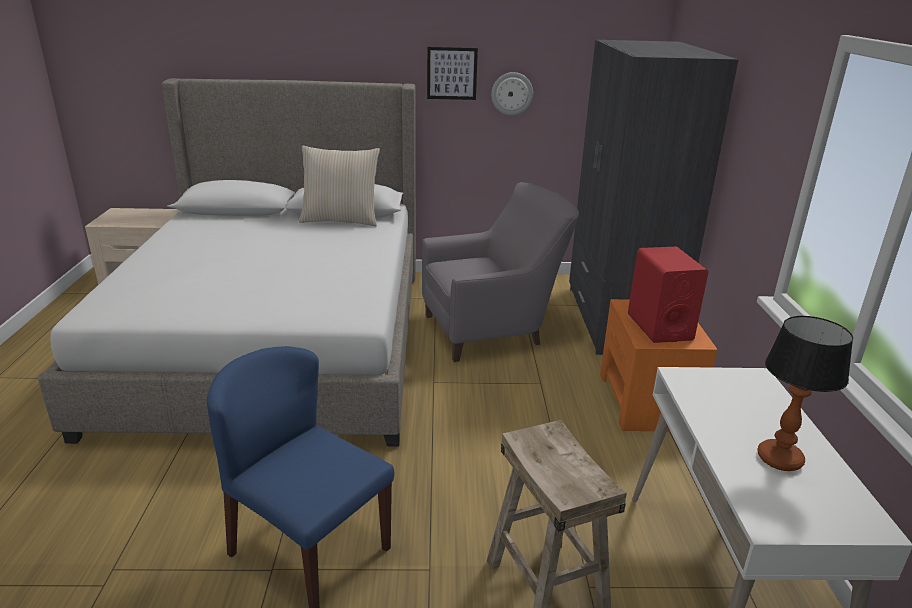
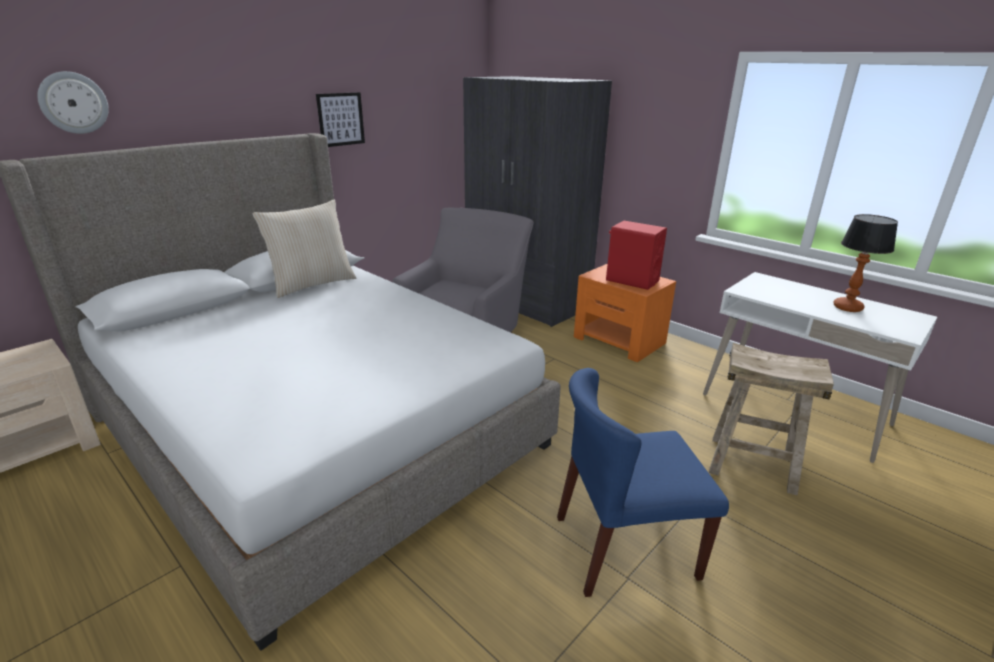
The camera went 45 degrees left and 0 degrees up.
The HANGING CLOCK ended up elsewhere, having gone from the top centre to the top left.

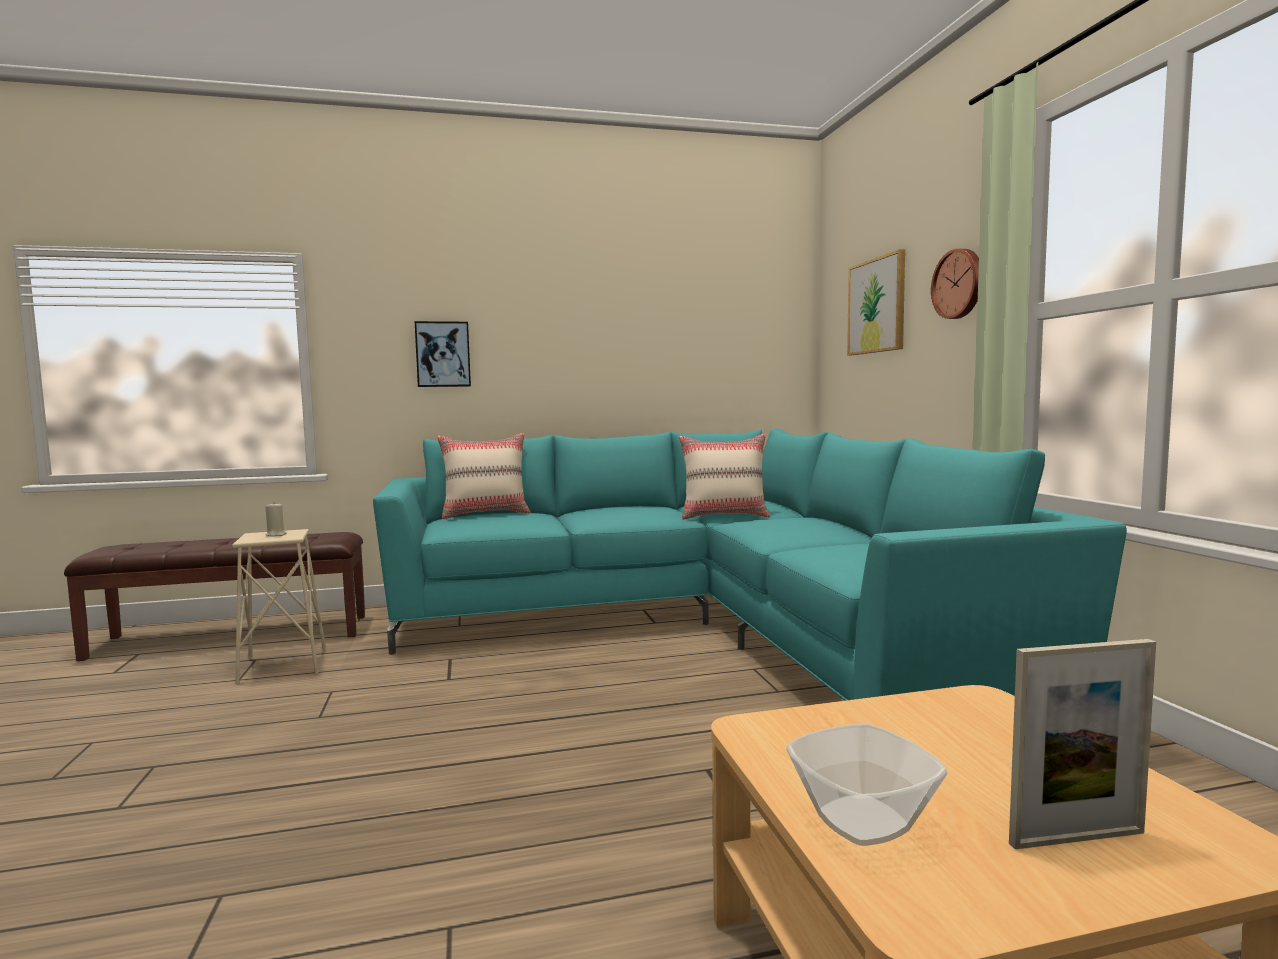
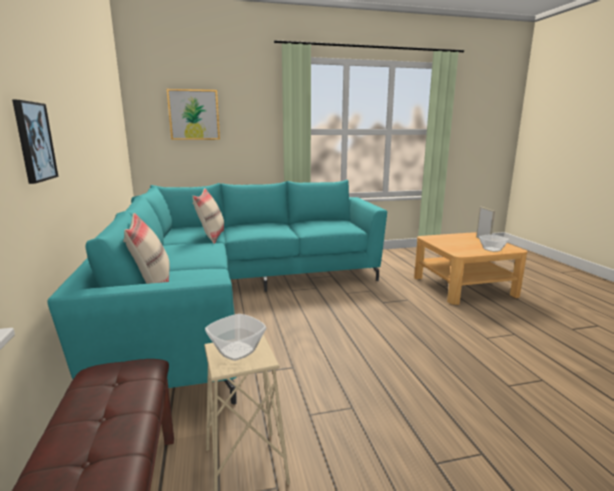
The camera went 90 degrees left and 10 degrees up.
Where the BEIGE-COLOURED WAX LIGHT stood at the middle left, the BOWL (no. 1 from left) came to stand at the bottom centre.
The second view lost the HANGING CLOCK at the top right.

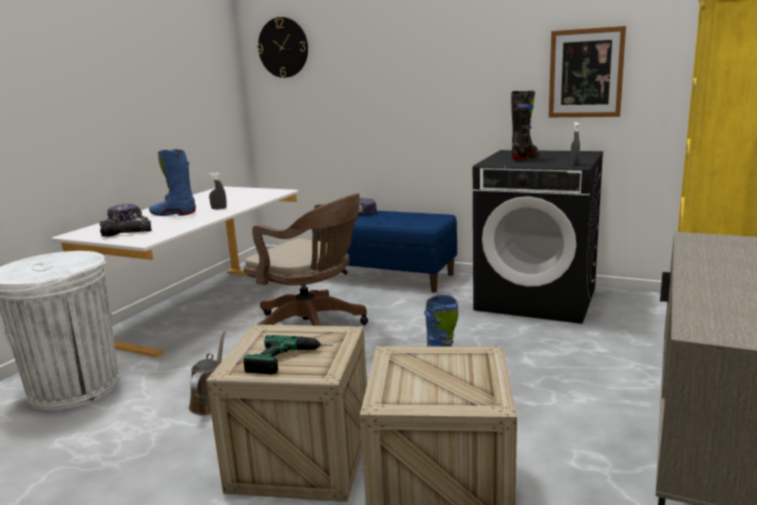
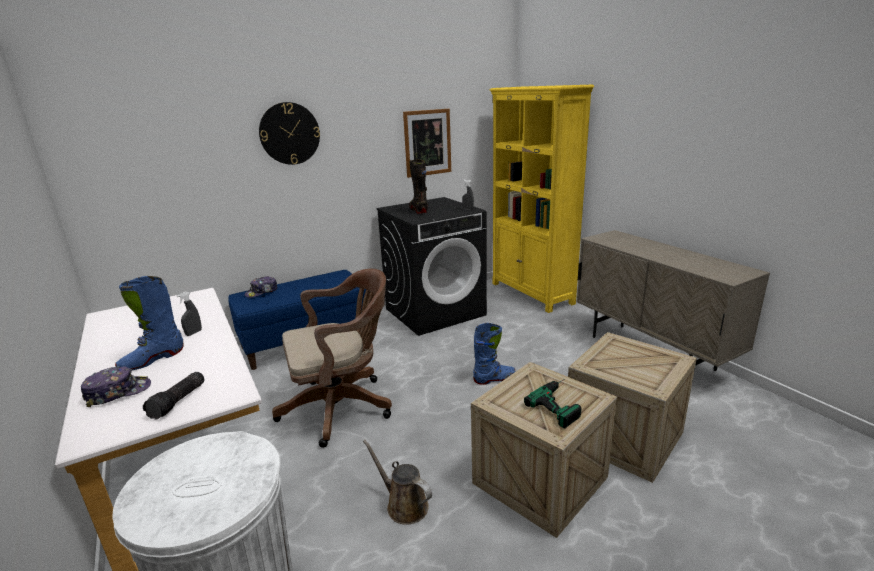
The camera went 55 degrees left and 5 degrees up.
The HANGING CLOCK ended up elsewhere, having gone from the top centre to the top left.

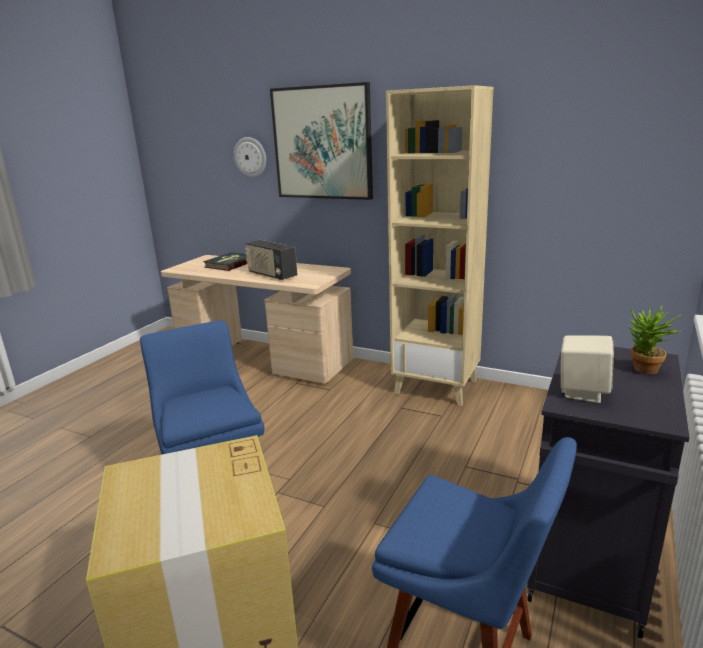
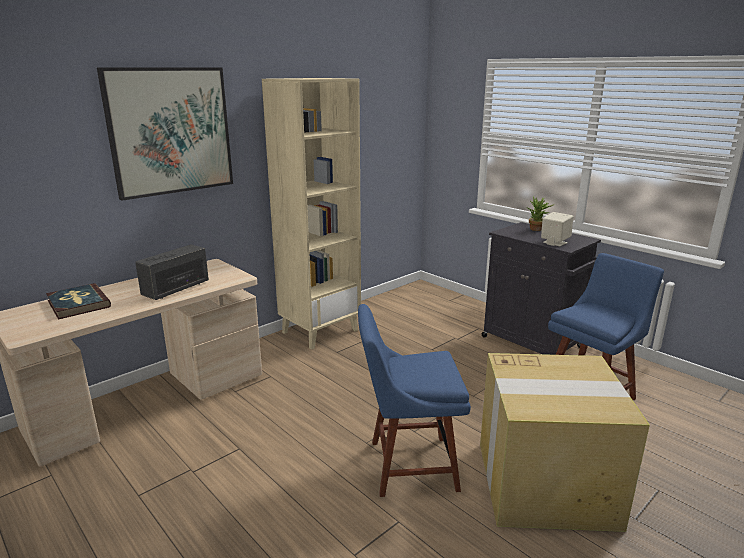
The camera went 70 degrees left and 0 degrees up.
The second view lost the HANGING CLOCK at the top centre.
The RADIO at the centre ended up facing another way, 150 degrees clockwise from before.

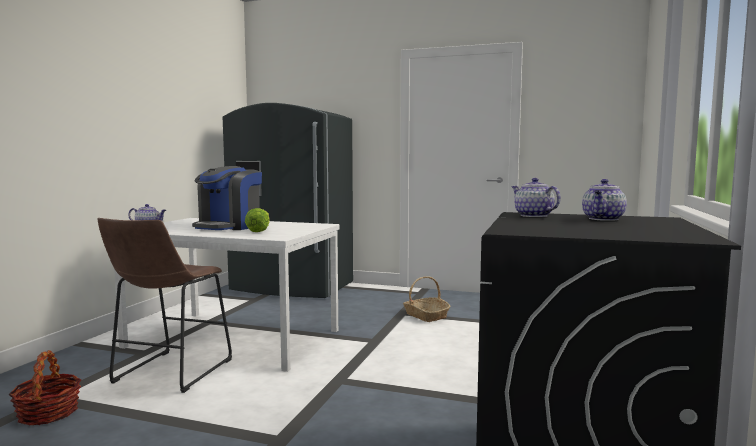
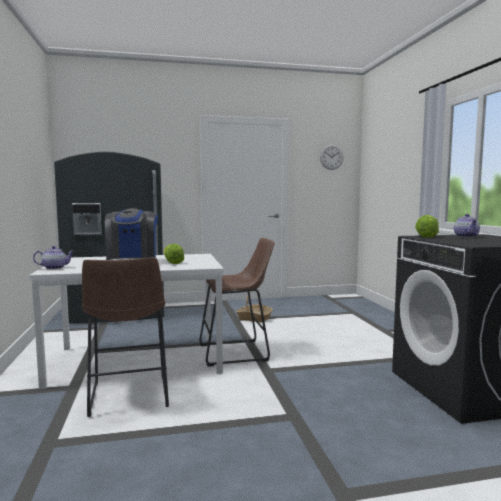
The camera went 30 degrees left and 0 degrees up.
The second view lost the STORAGE BASKET (no. 1 from left) at the bottom left.
Where the TEAPOT (no. 2 from left) stood at the middle right, the HEAD OF LETTUCE (no. 2 from left) came to stand at the middle right.
The second view gained the BROWNISH STOOL (no. 2 from left) at the centre.
The second view gained the HANGING CLOCK at the top centre.

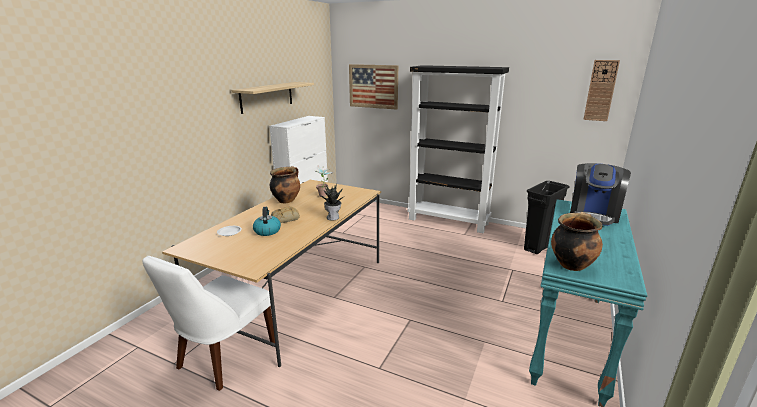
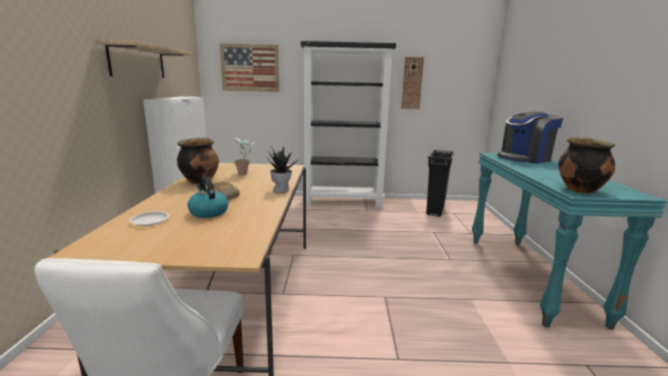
The camera went 25 degrees left and 5 degrees down.
The COFFEE BREWER at the middle right ended up facing another way, 60 degrees clockwise from before.
The HANGING CLOCK ended up elsewhere, having gone from the top right to the top centre.

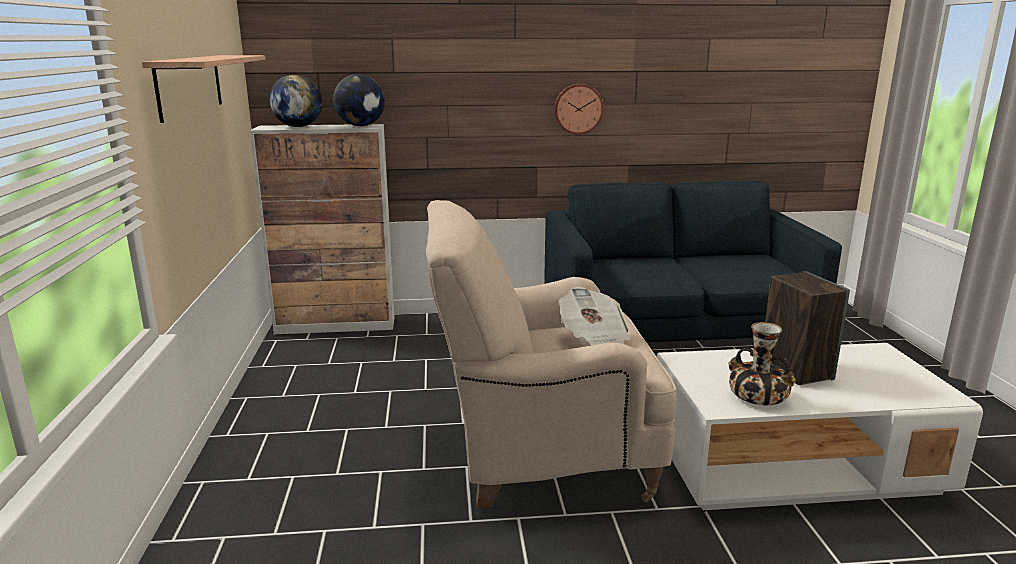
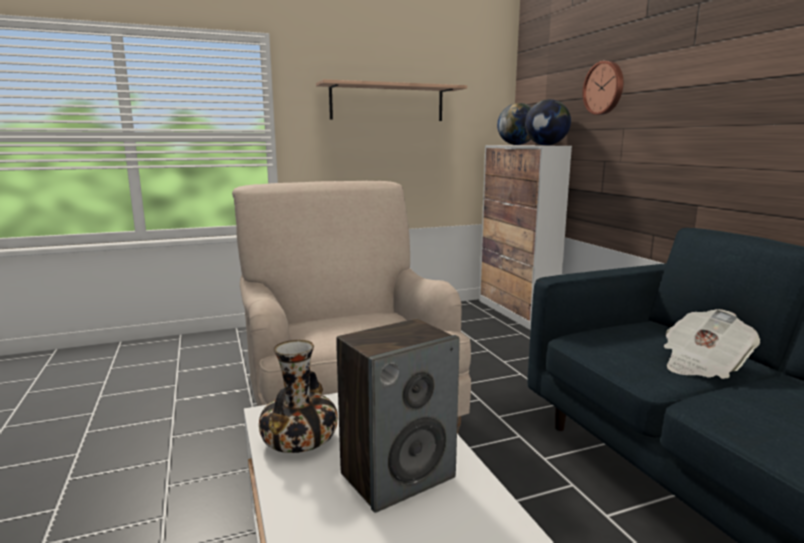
The camera went 75 degrees right and 5 degrees down.
The HANGING CLOCK ended up elsewhere, having gone from the top centre to the top right.
The NEWSPAPER ended up elsewhere, having gone from the centre to the middle right.

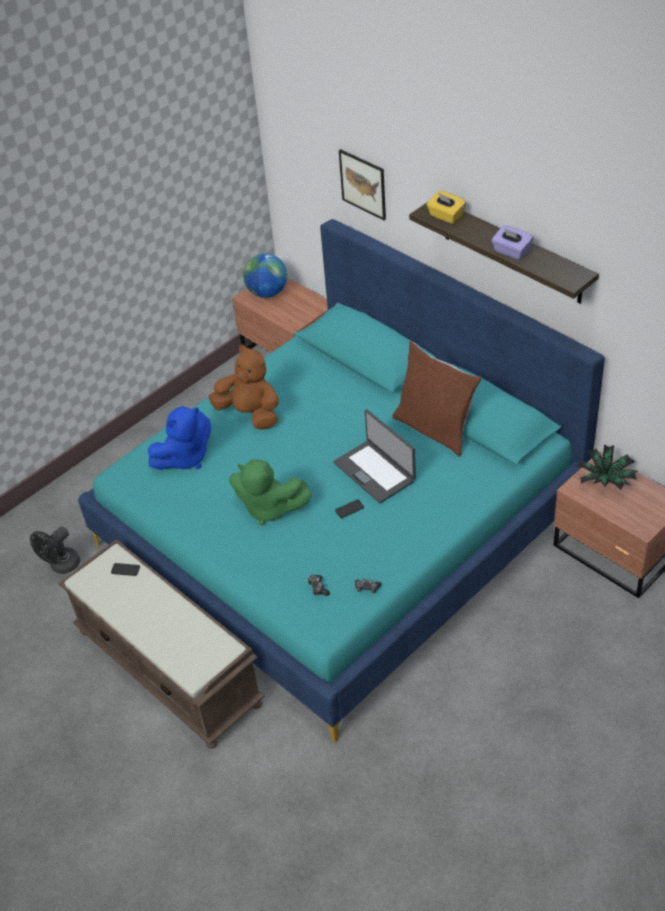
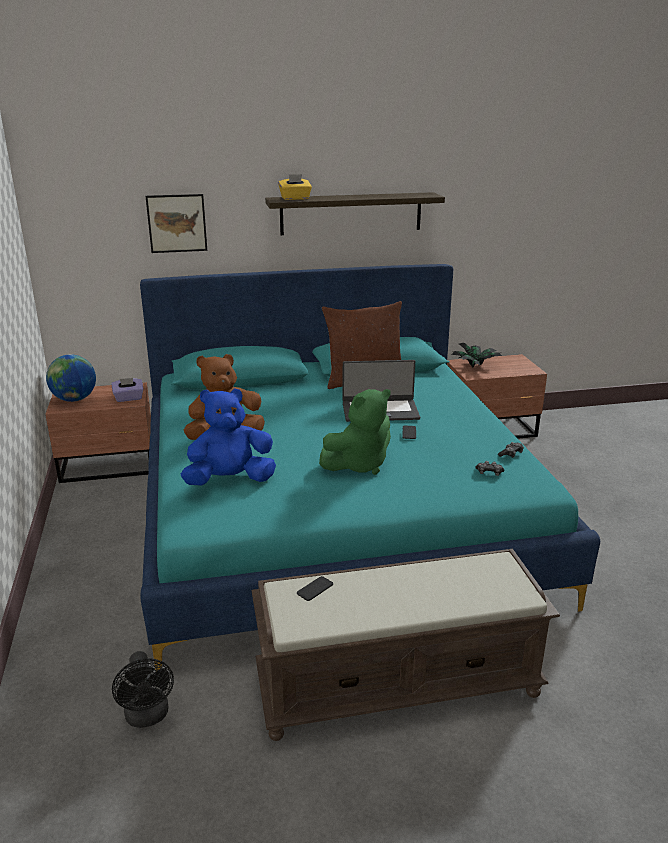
The camera went 60 degrees left and 20 degrees down.
The BLUISH SOFT TOY at the middle left ended up facing another way, 105 degrees counterclockwise from before.
The PURPLE-COLOURED TISSUE HOLDER ended up elsewhere, having gone from the top right to the middle left.

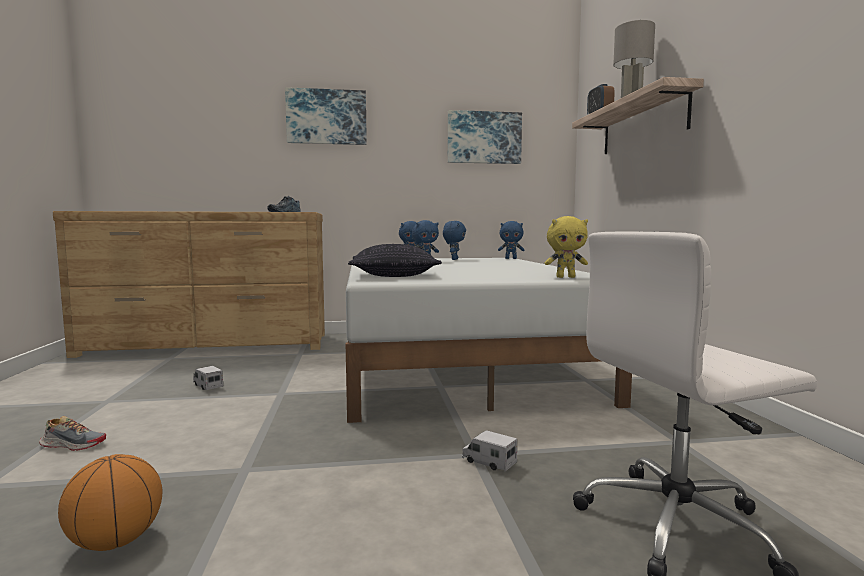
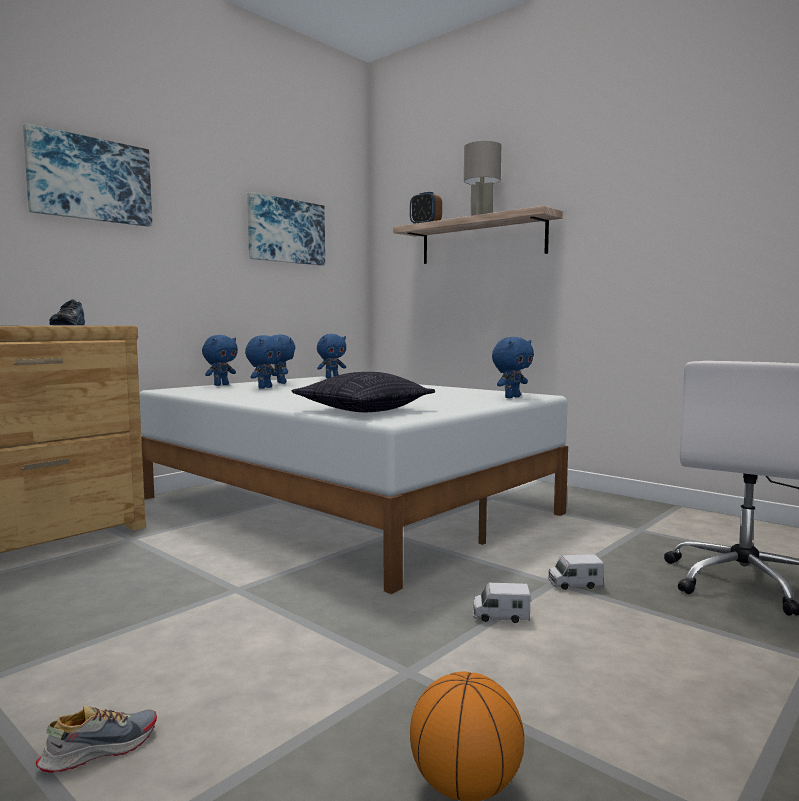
The camera went 40 degrees left and 0 degrees up.
The TOY TRUCK (no. 1 from left) ended up elsewhere, having gone from the middle left to the bottom centre.
What was the YELLOW-COLOURED SOFT TOY at the centre turned into the BLUISH SOFT TOY (no. 5 from left) at the centre.

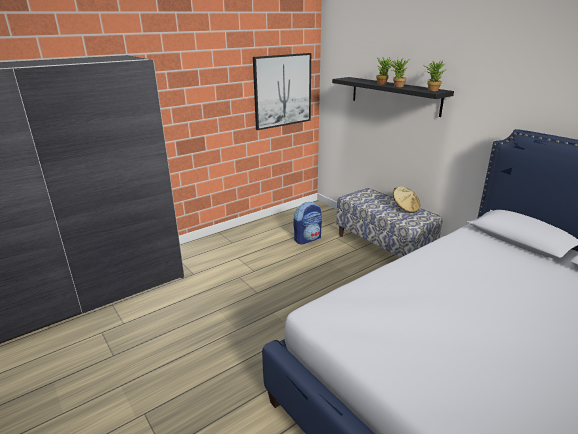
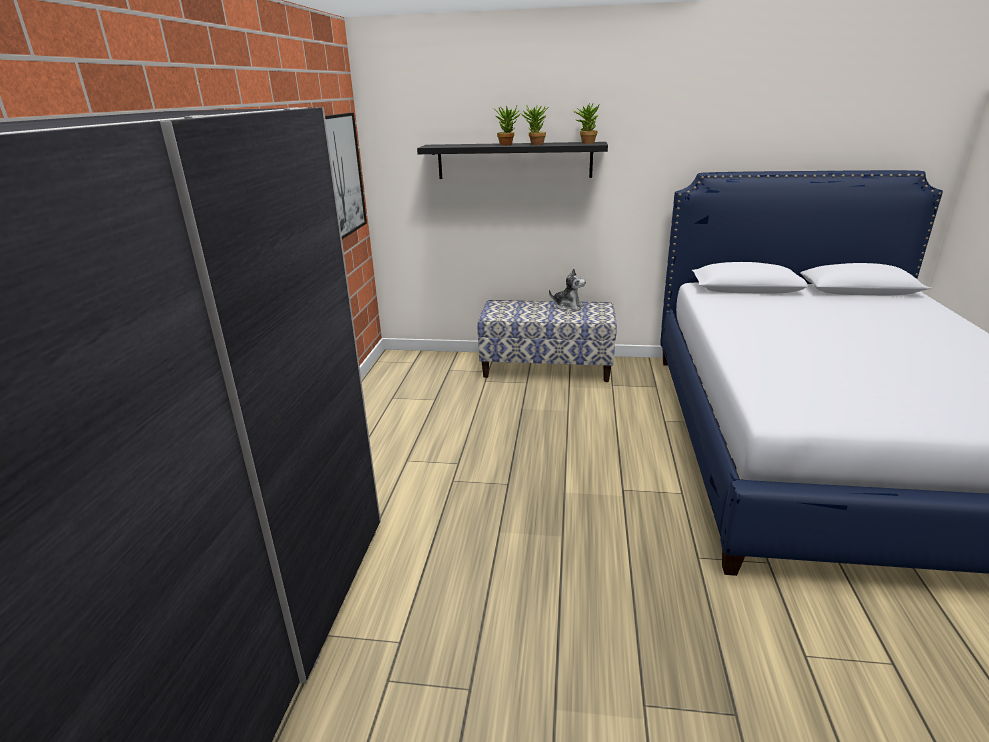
The camera went 45 degrees left and 0 degrees up.
The second view lost the BACKPACK at the centre.
Where the BEIGE-COLOURED HAT stood at the middle right, the SOFT TOY came to stand at the centre.

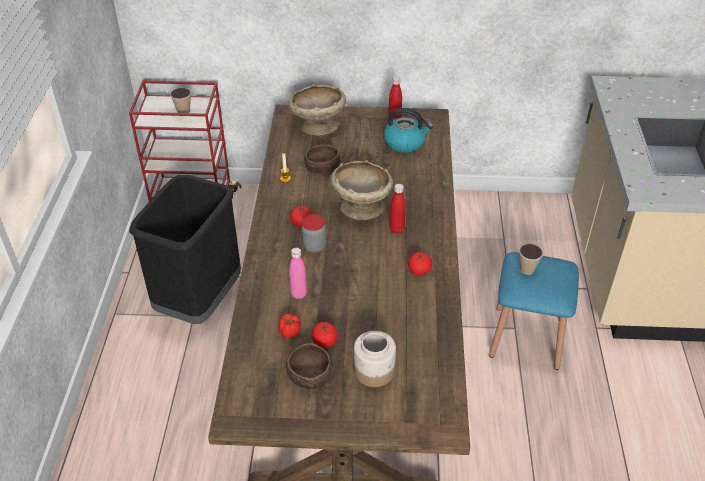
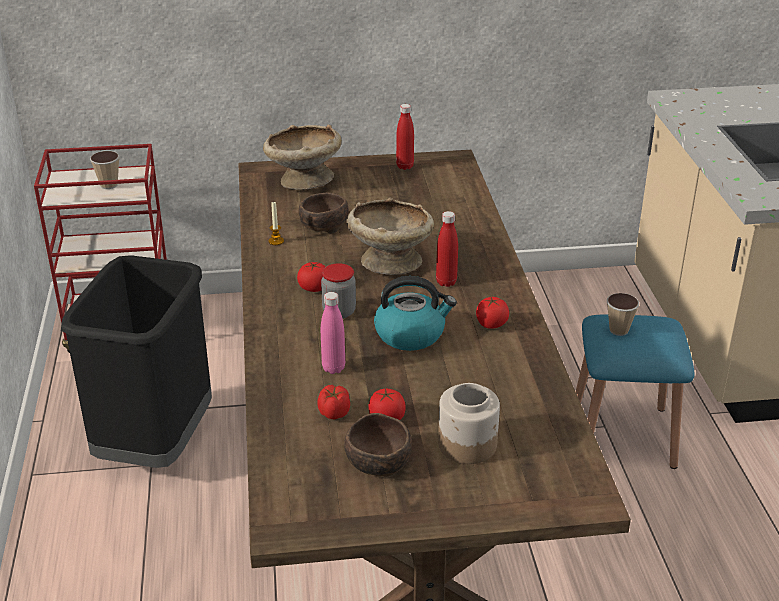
The camera went 10 degrees left and 10 degrees down.
The KETTLE ended up elsewhere, having gone from the top centre to the centre.

